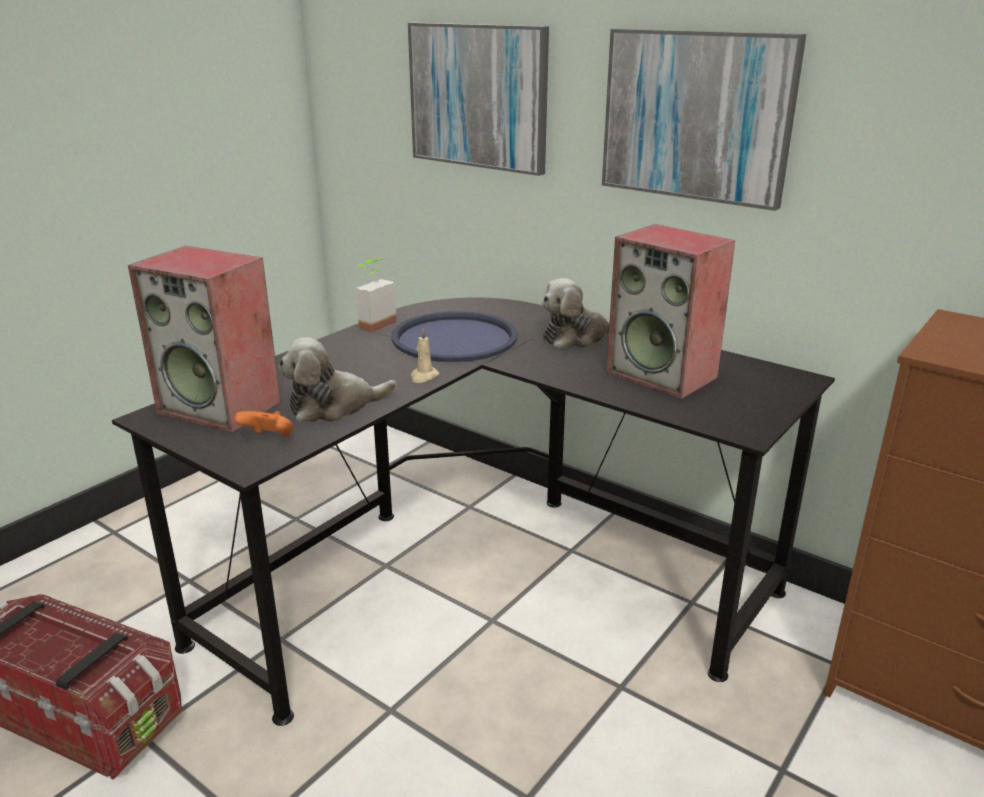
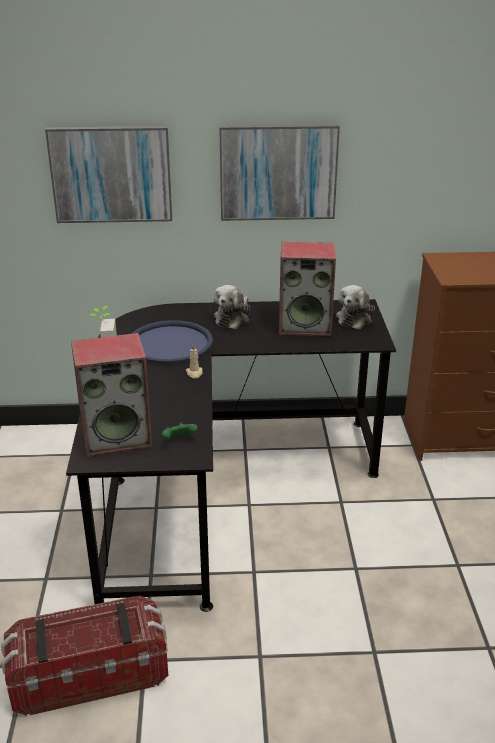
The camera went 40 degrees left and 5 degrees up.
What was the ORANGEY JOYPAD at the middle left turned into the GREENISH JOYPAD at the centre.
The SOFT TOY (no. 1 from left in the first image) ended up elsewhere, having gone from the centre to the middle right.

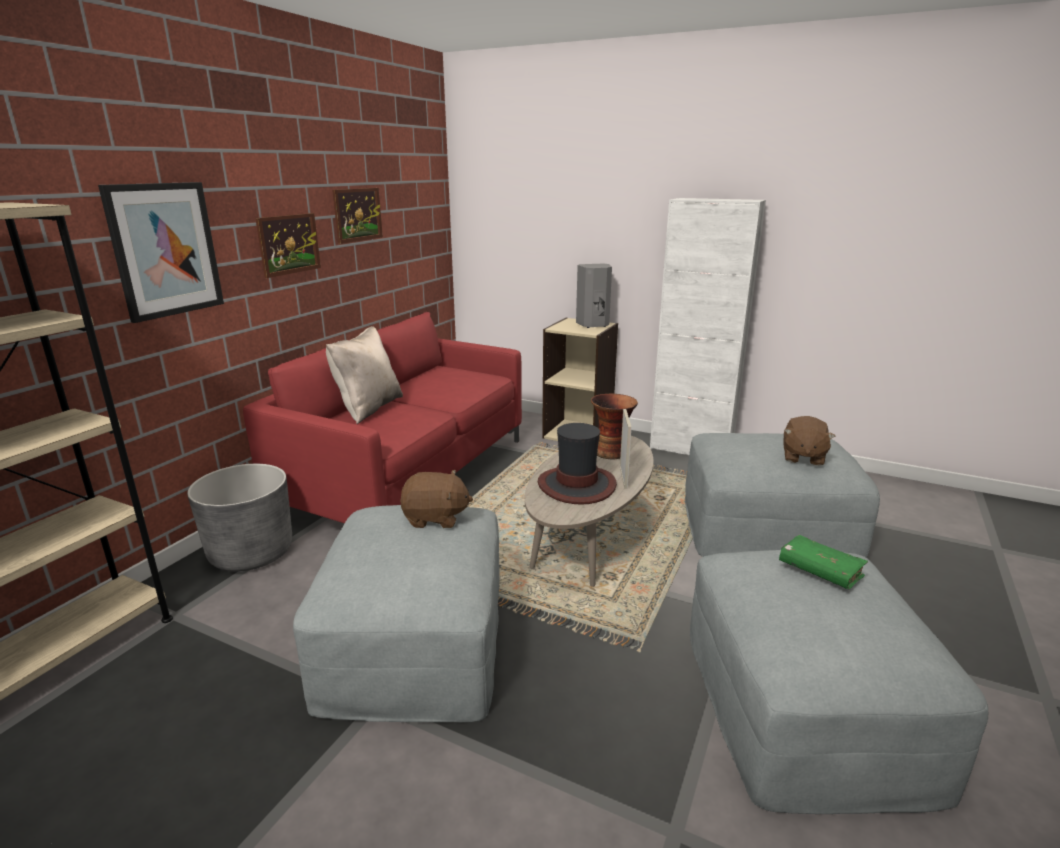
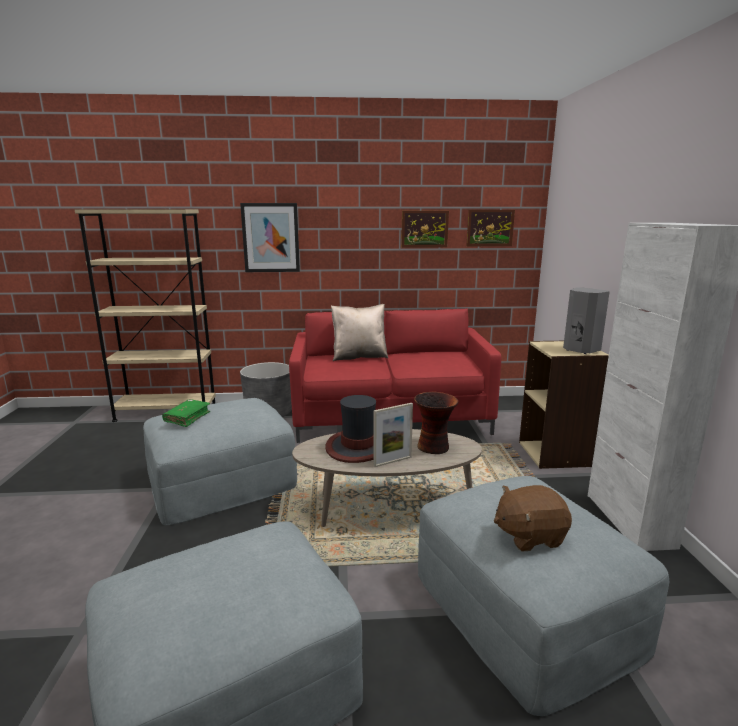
The camera went 60 degrees right and 5 degrees down.
The WALL PICTURE (no. 2 from left in the first image) ended up elsewhere, having gone from the top left to the top centre.
The second view lost the BROWNISH SOFT TOY (no. 1 from left) at the centre.
The GREENISH VOLUME ended up elsewhere, having gone from the middle right to the middle left.

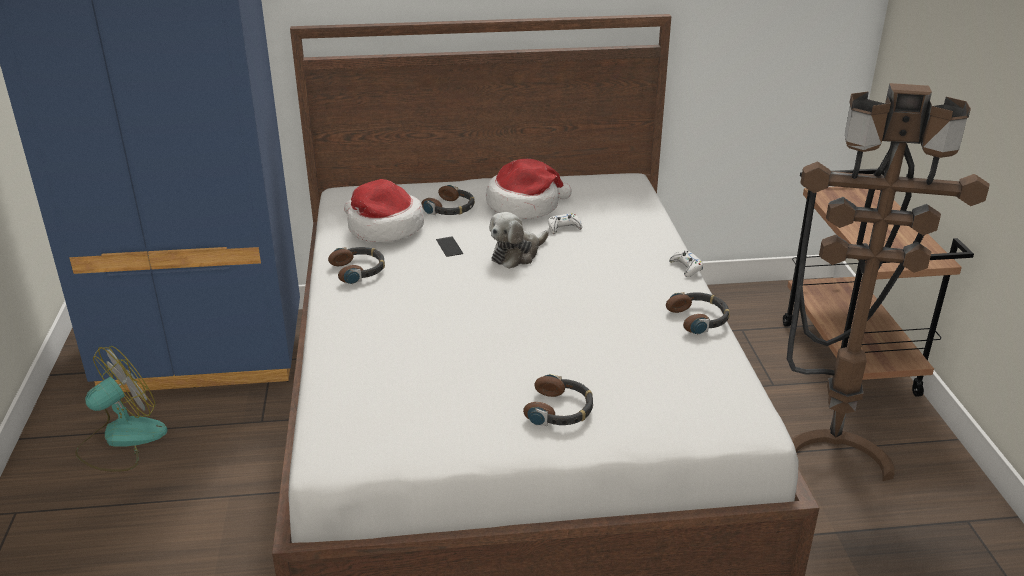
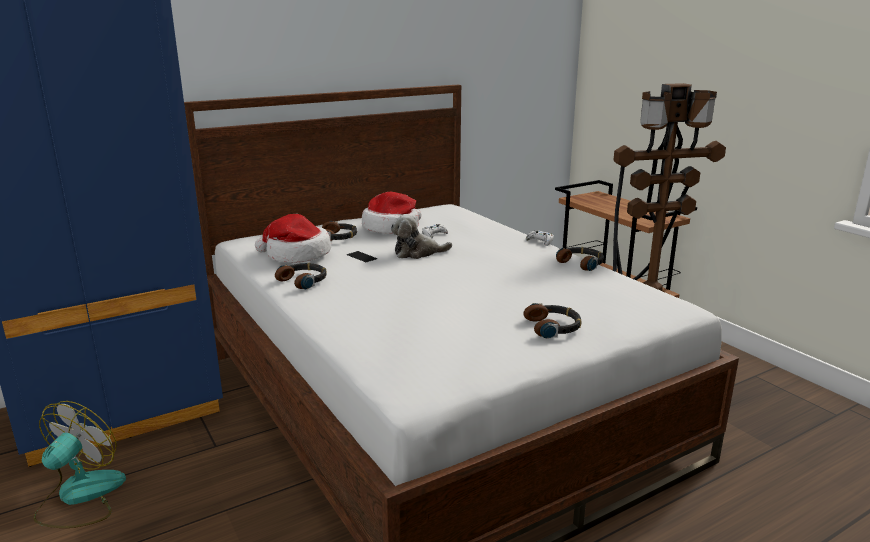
The camera went 25 degrees left and 10 degrees down.
The SOFT TOY at the centre ended up facing another way, 60 degrees clockwise from before.

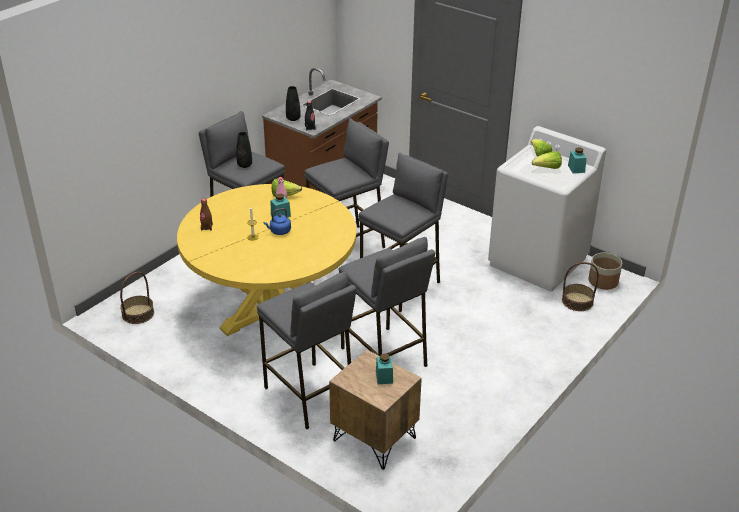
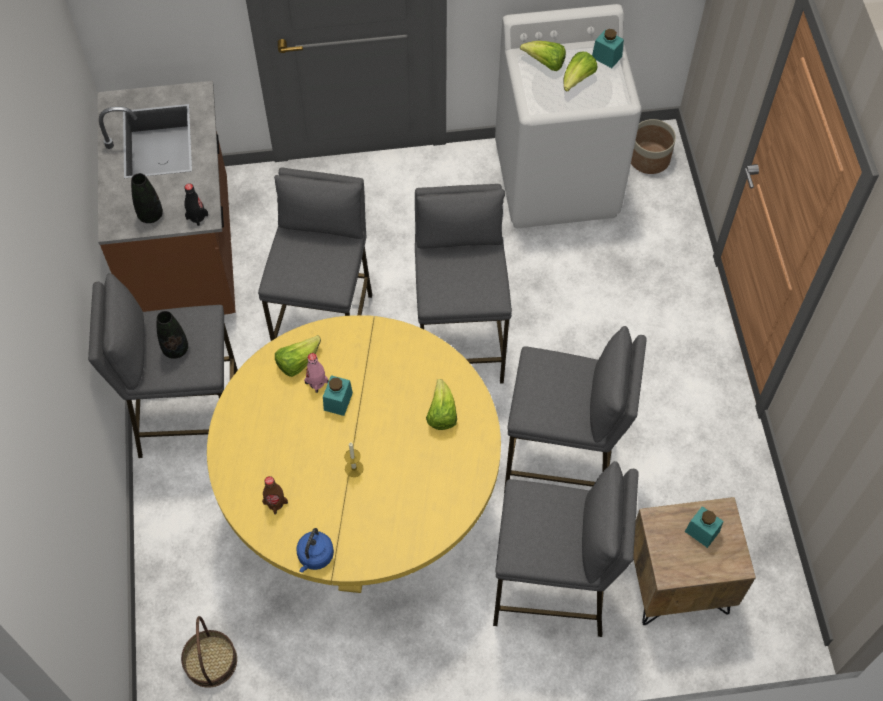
The camera went 45 degrees left and 25 degrees up.
The BLUISH KETTLE ended up elsewhere, having gone from the centre to the bottom centre.
The second view lost the STORAGE BASKET (no. 2 from left) at the middle right.
The second view gained the HEAD OF LETTUCE (no. 2 from left) at the centre.

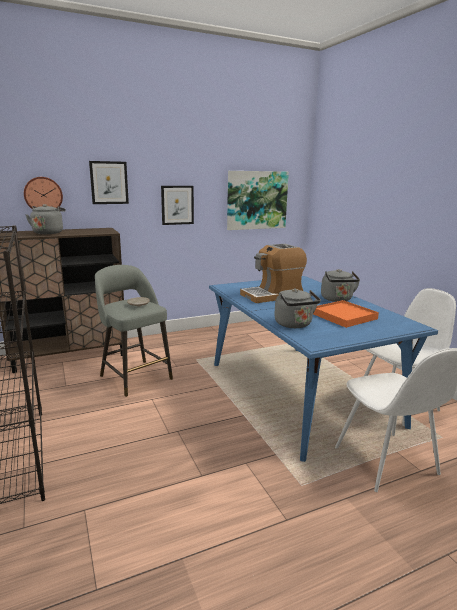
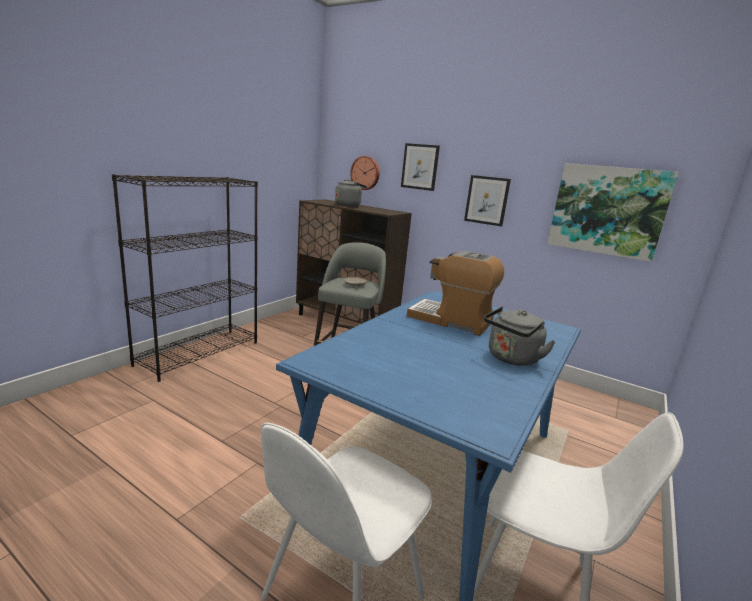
The camera went 55 degrees right and 0 degrees up.
The second view lost the GREY KETTLE (no. 2 from left) at the centre.
The second view lost the ORANGEY TRAY at the middle right.

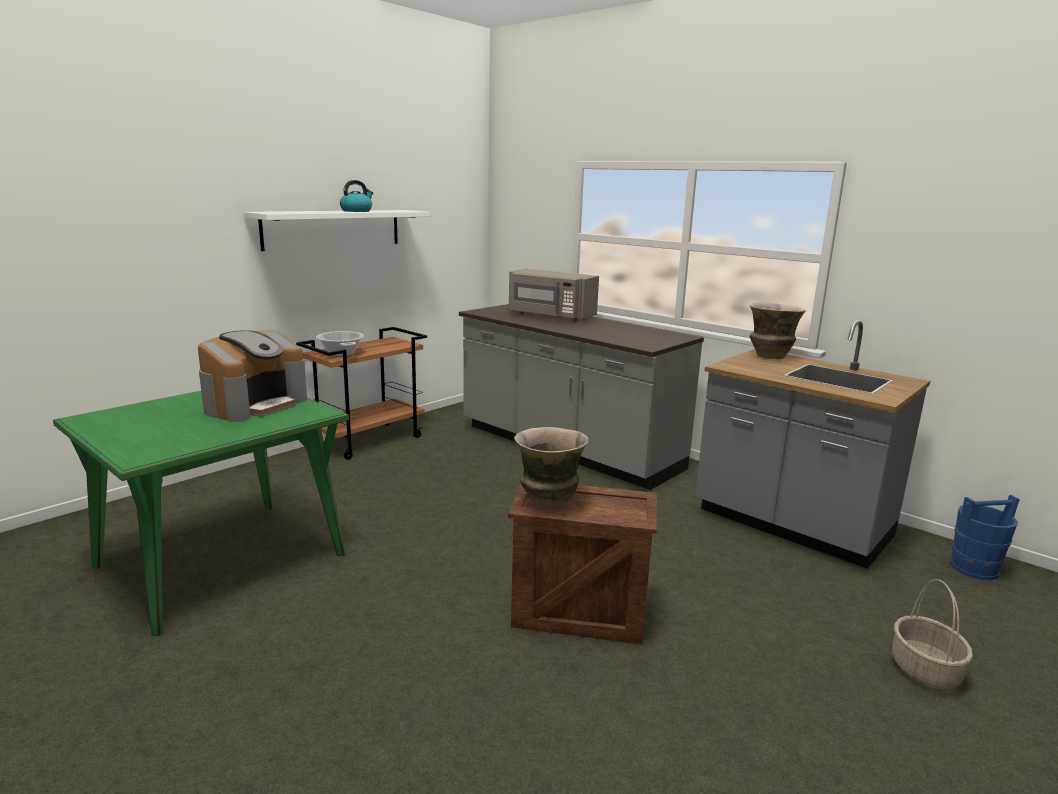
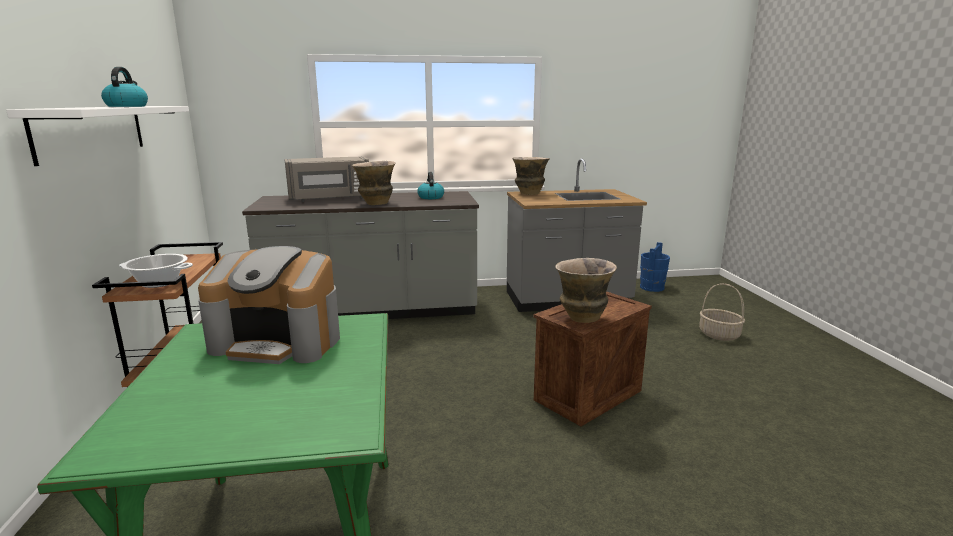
The camera went 50 degrees left and 0 degrees up.
The COFFEE BREWER at the middle left ended up facing another way, 120 degrees clockwise from before.
The second view gained the FLOWER VASE (no. 1 from left) at the centre.
The second view gained the KETTLE (no. 2 from left) at the centre.

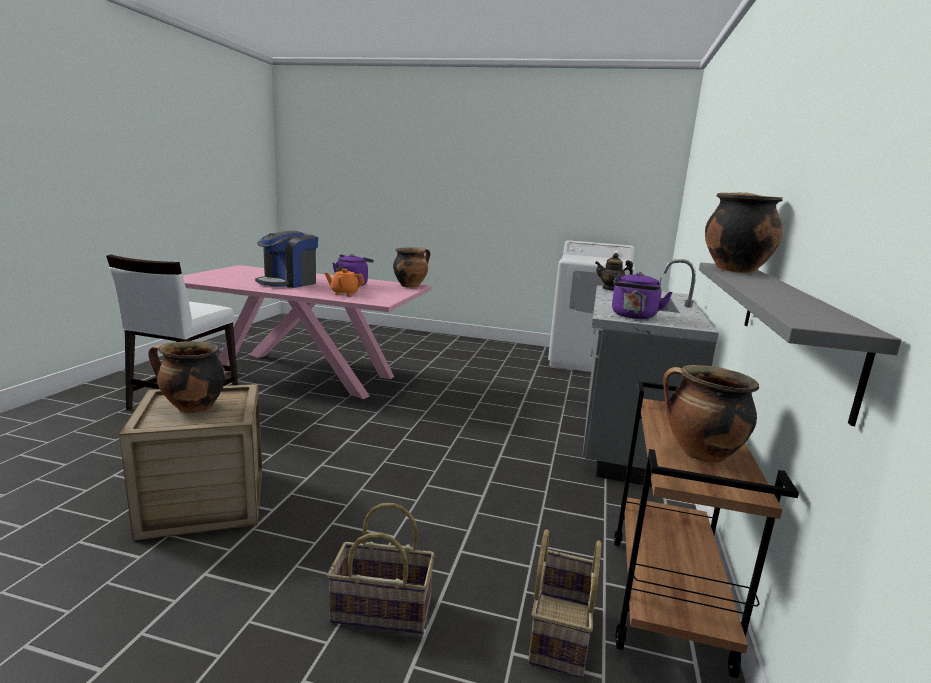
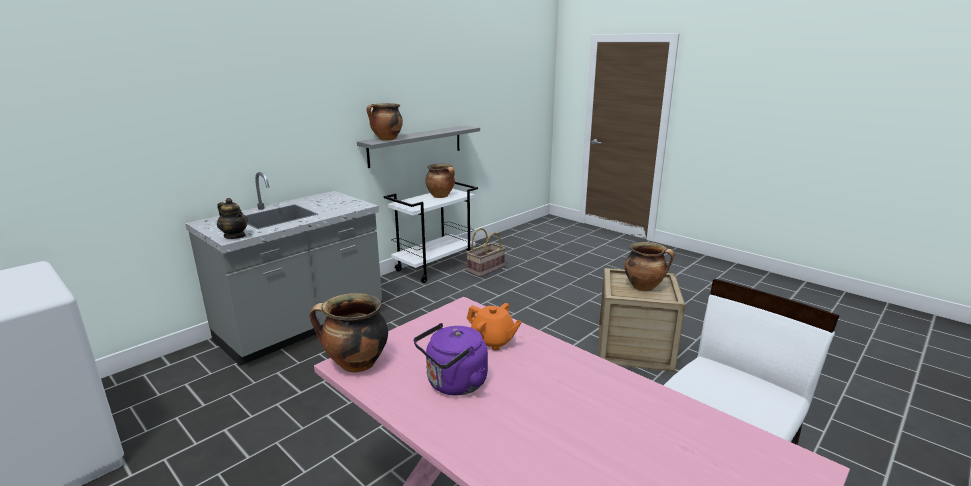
The camera went 150 degrees left and 5 degrees up.
The second view lost the COFFEE BREWER at the middle left.
The second view lost the STORAGE BASKET (no. 1 from left) at the bottom centre.
The second view lost the PURPLE-COLOURED KETTLE (no. 2 from left) at the middle right.
What was the BROWNISH CART at the bottom right turned into the WHITISH CART at the centre.

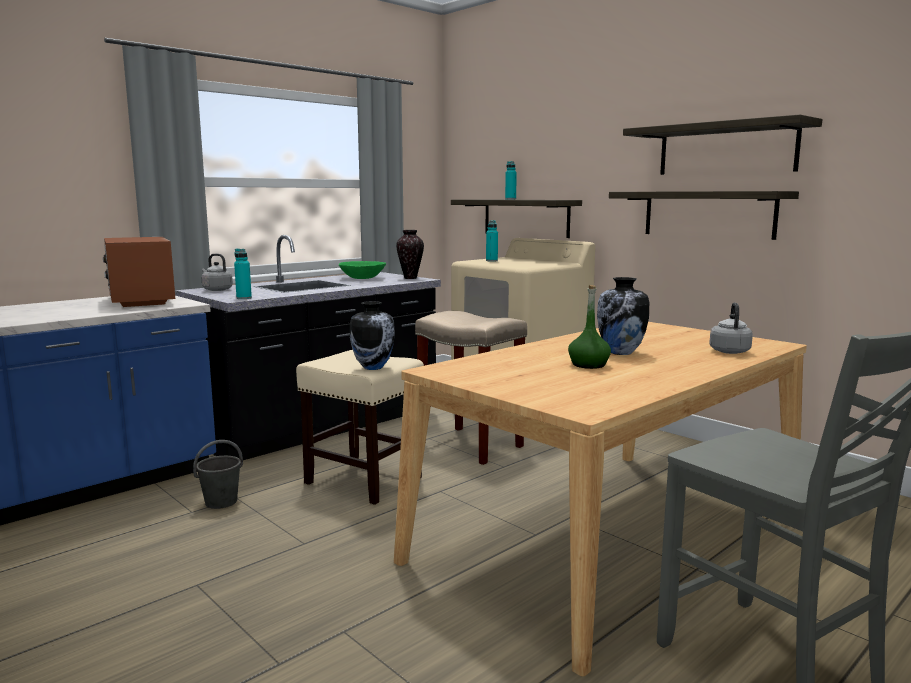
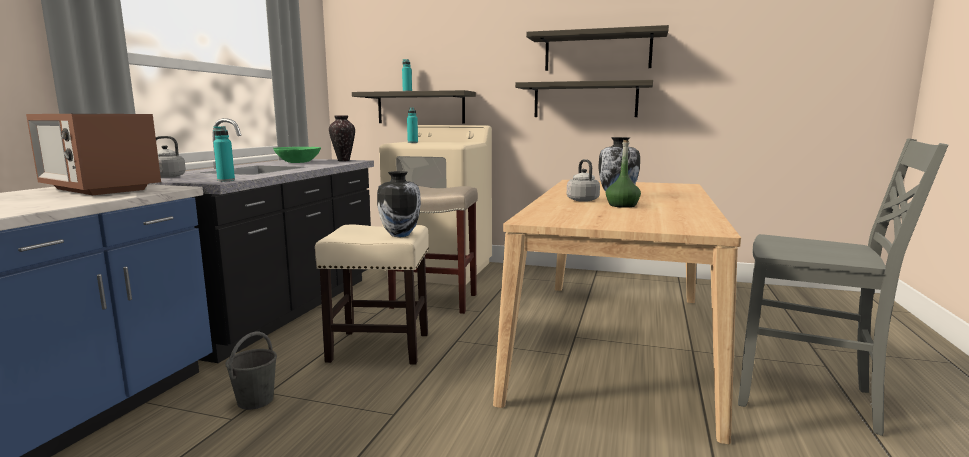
The camera went 30 degrees left and 0 degrees up.
The GREY KETTLE (no. 2 from left) ended up elsewhere, having gone from the middle right to the centre.

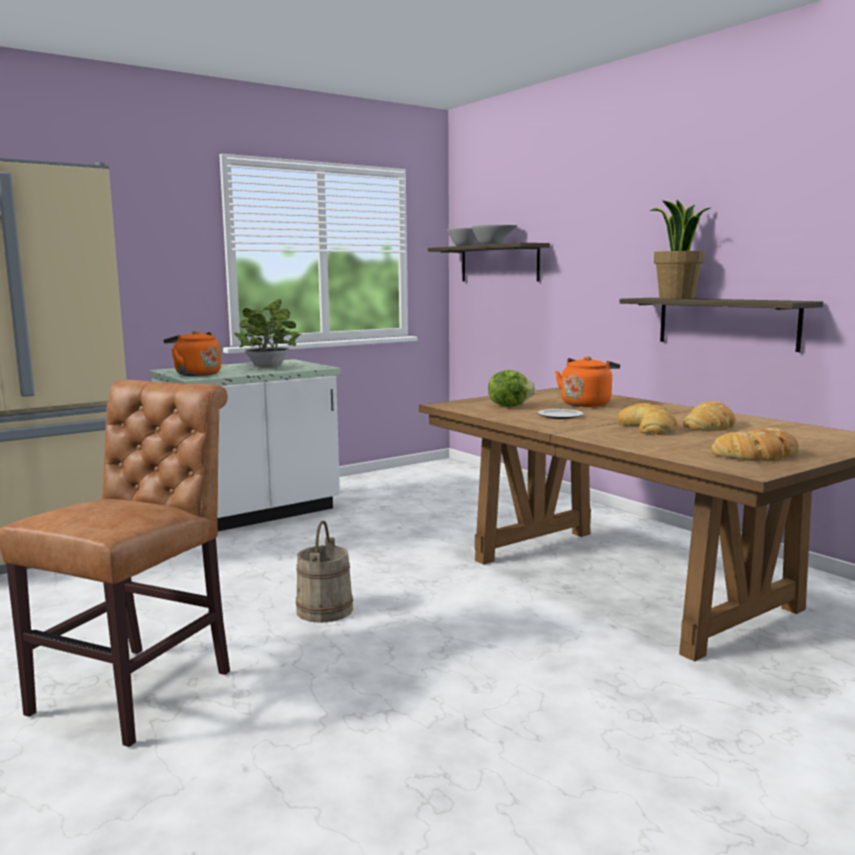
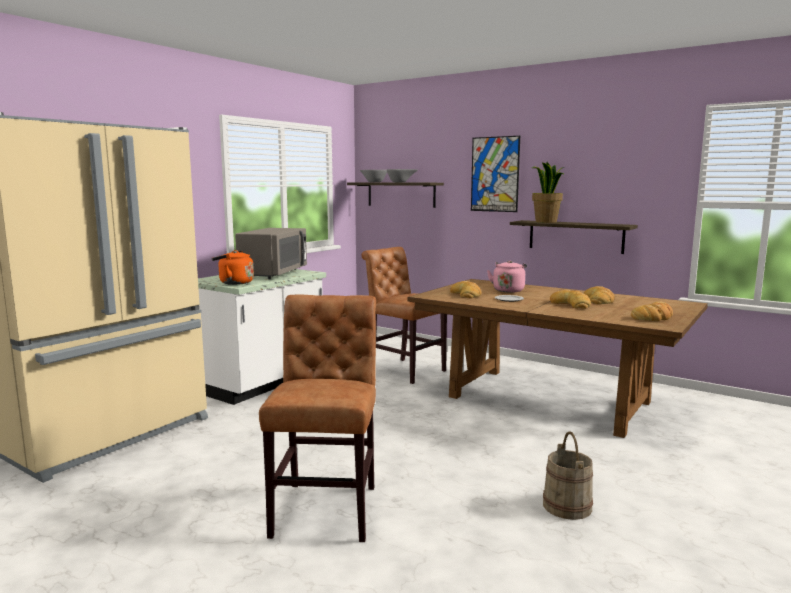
The camera went 20 degrees left and 0 degrees up.
Where the POTTED PLANT (no. 1 from left) stood at the middle left, the GREY MICROWAVE came to stand at the centre.
The BEIGE-COLOURED WATER BUCKET ended up elsewhere, having gone from the bottom centre to the bottom right.
Where the HEAD OF LETTUCE stood at the centre, the BAKED BREAD (no. 1 from left) came to stand at the centre.
What was the ORANGEY KETTLE (no. 2 from left) at the middle right turned into the PINK-COLOURED KETTLE at the centre.
The second view gained the BROWNISH UPRIGHT CHAIR (no. 2 from left) at the centre.
The second view gained the WALL PICTURE at the top centre.

